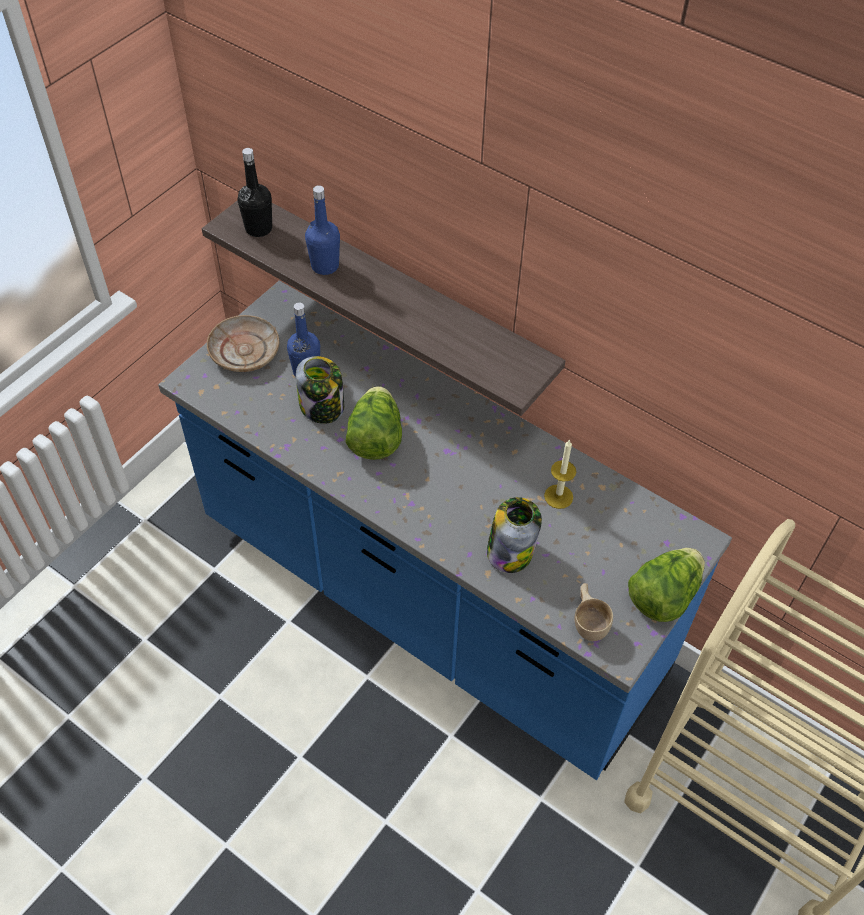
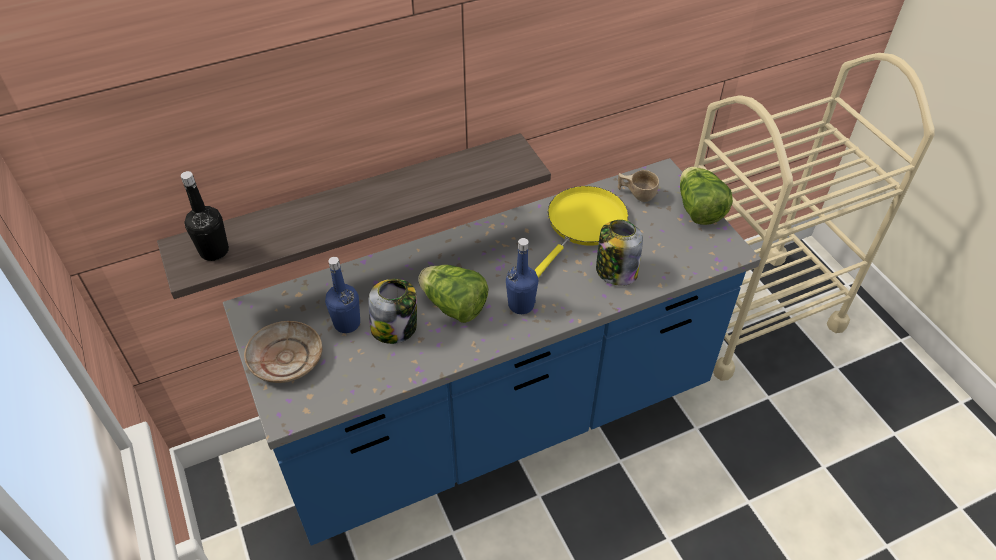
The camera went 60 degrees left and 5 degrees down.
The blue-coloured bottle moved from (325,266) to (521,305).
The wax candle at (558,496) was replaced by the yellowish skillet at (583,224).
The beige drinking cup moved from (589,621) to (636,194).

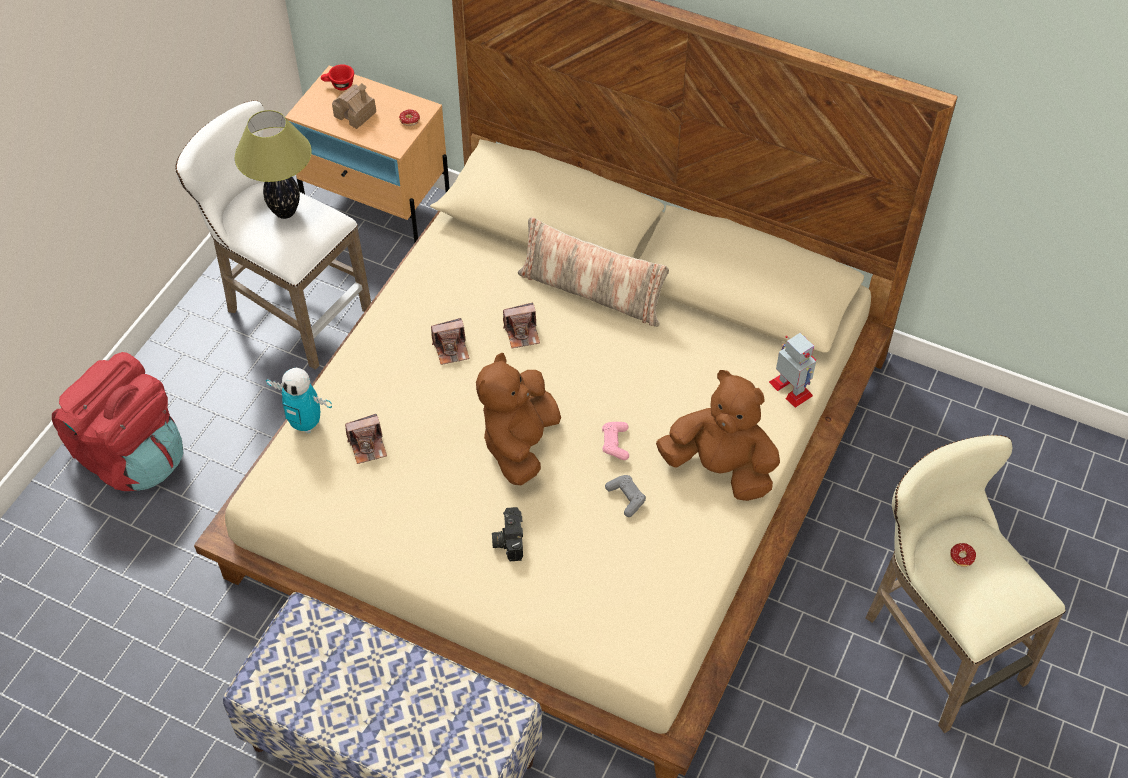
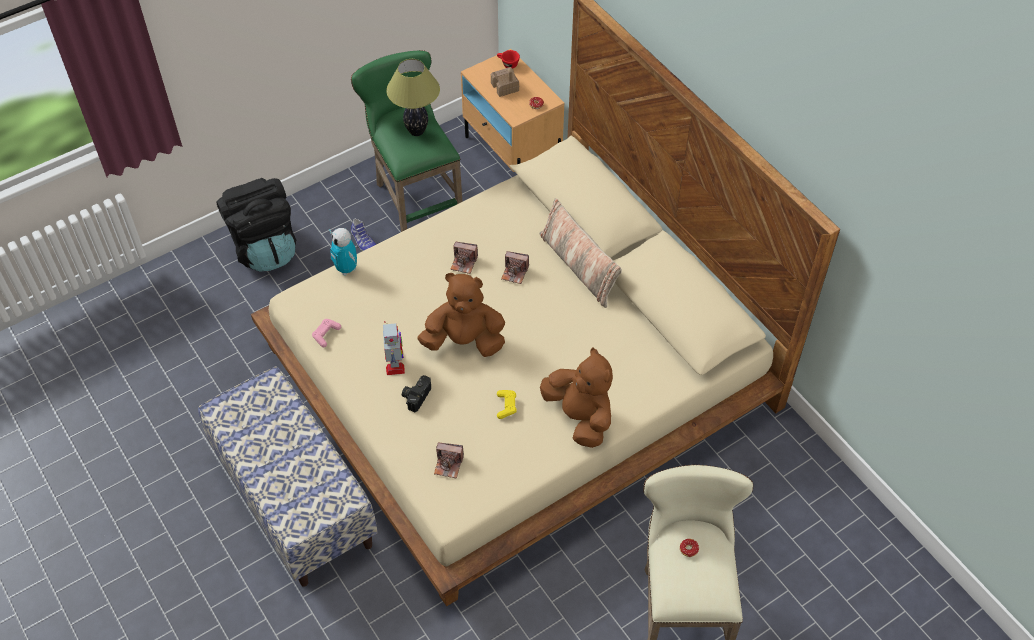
The camera went 30 degrees right and 0 degrees up.
The whitish sitting stool at (291,310) became the greenish sitting stool at (415,200).
The robot figure moved from (791,389) to (395,362).
The red backpack at (131,456) became the black backpack at (265,247).
The brown plush toy at (520,444) turned 45 degrees clockwise.
The still camera moved from (368,446) to (448,465).
The pink game controller moved from (615,443) to (326,334).
The grey game controller at (626,498) became the yellowish game controller at (506,406).
The shoe at (363,243) appeared.

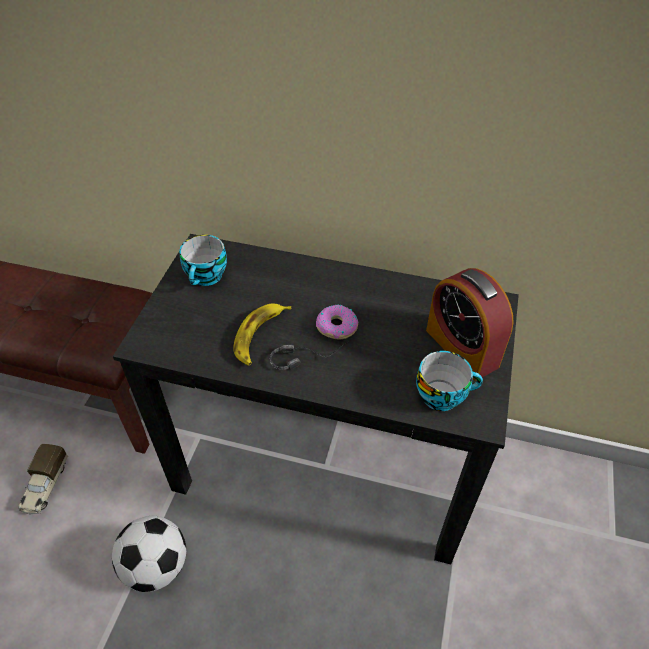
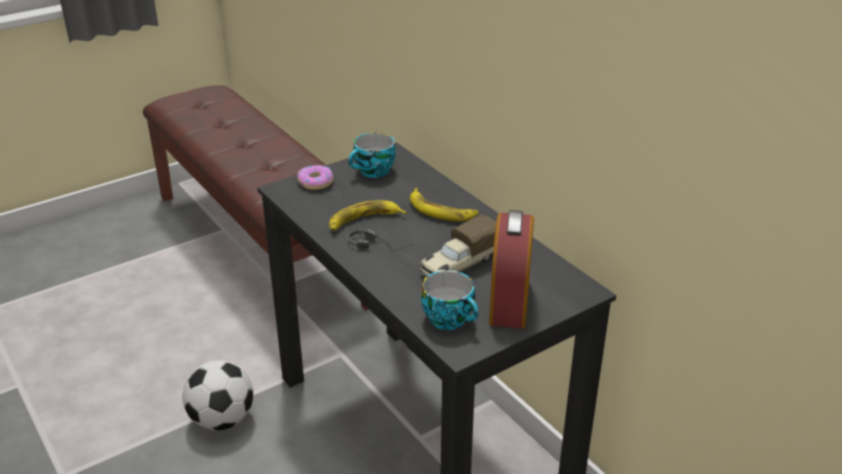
The camera went 40 degrees right and 15 degrees down.
The doughnut moved from (336,326) to (315,182).
The toy lorry moved from (45,486) to (458,265).
The banana at (441,210) appeared.

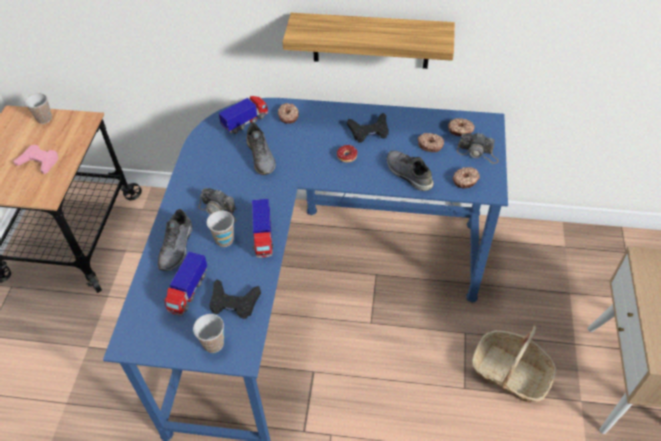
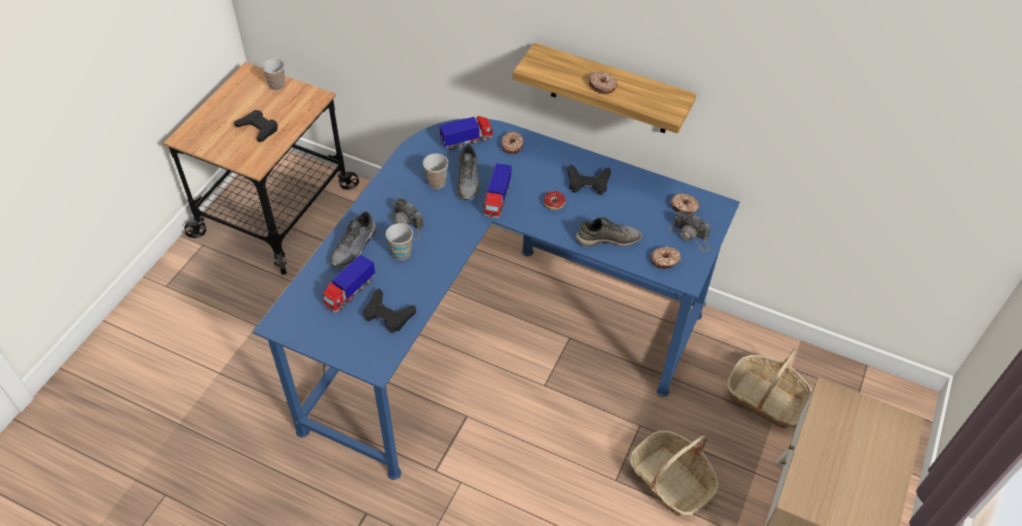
The camera went 15 degrees right and 0 degrees up.
The doughnut moved from (430,145) to (602,86).
The pink game controller at (39,162) became the black game controller at (258,128).
The grey shoe at (408,174) turned 105 degrees clockwise.
The toy lorry moved from (263,237) to (497,200).
The drinking cup moved from (213,344) to (436,183).
The storage basket at (766,399) appeared.

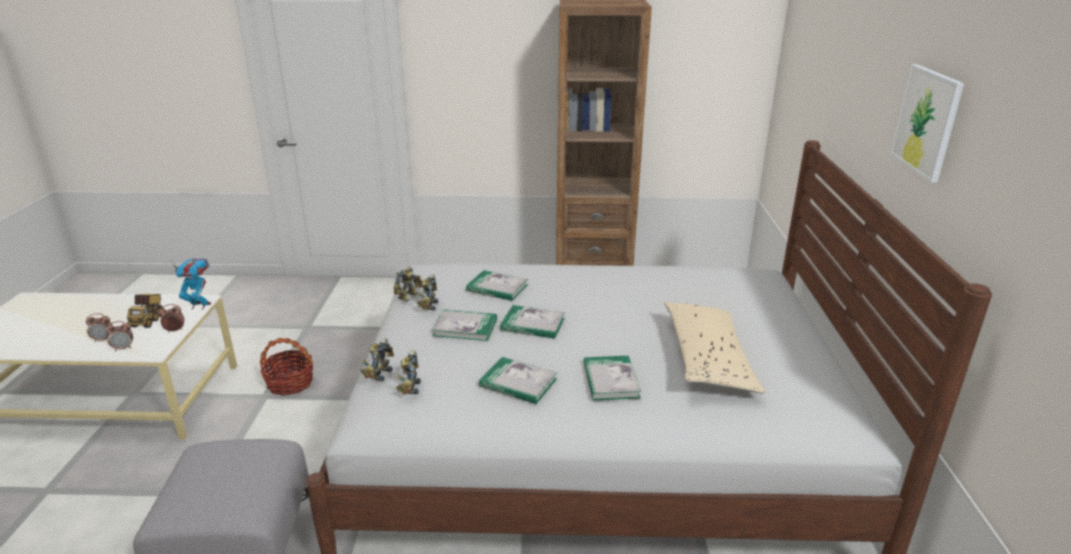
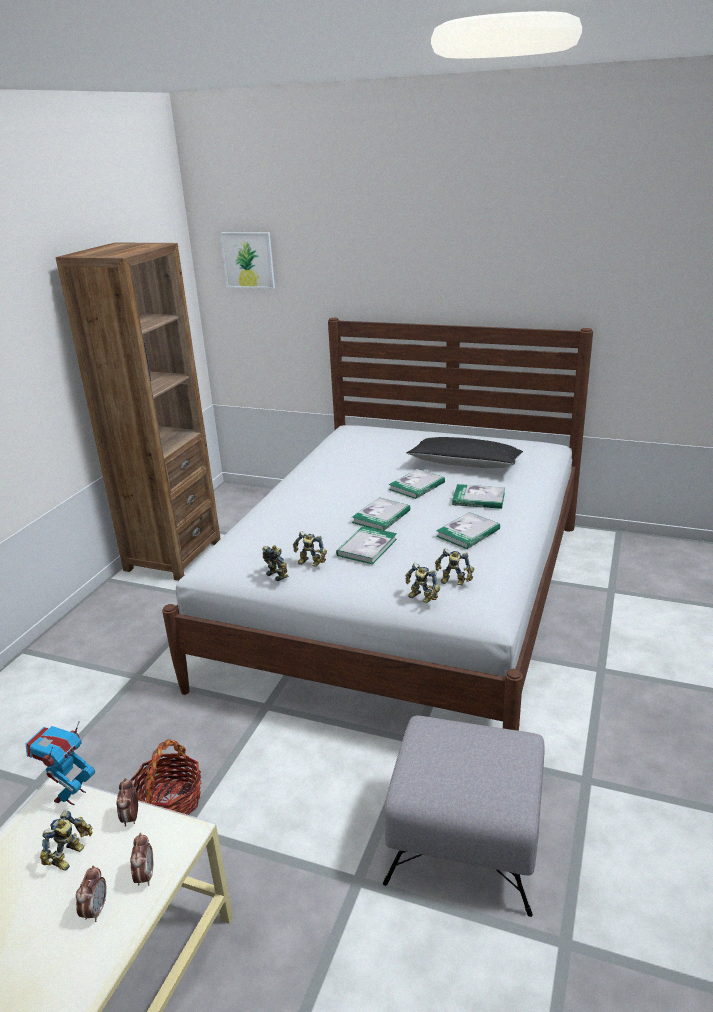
The camera went 70 degrees left and 0 degrees up.
The wall picture moved from (926,121) to (248,260).
The volume moved from (497,288) to (417,486).
The toy lorry at (149,320) was replaced by the robot figure at (71,855).
The beige pillow at (708,359) became the black pillow at (465,464).

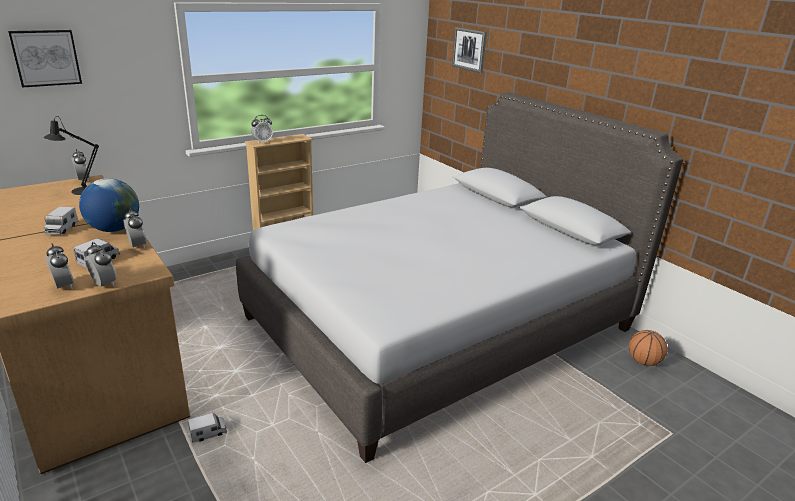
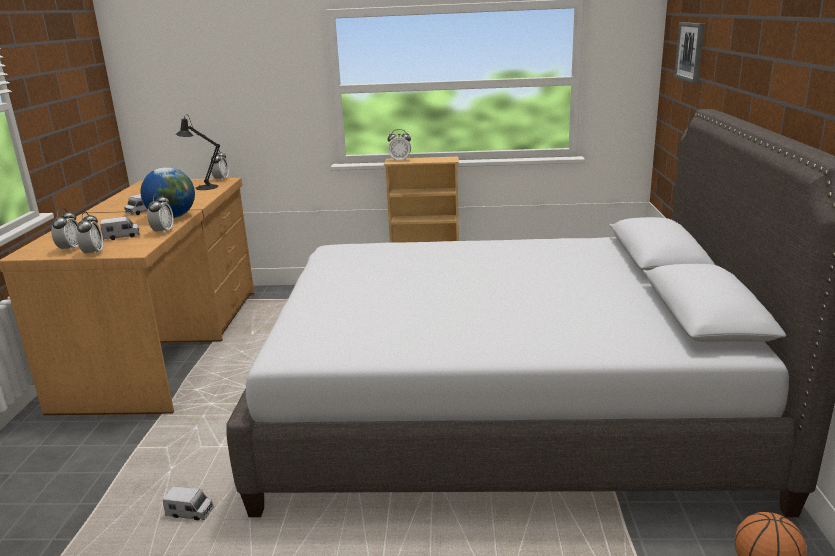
The camera went 40 degrees right and 5 degrees down.
The wall picture at (46,58) disappeared.
The toy lorry moved from (208,433) to (190,512).

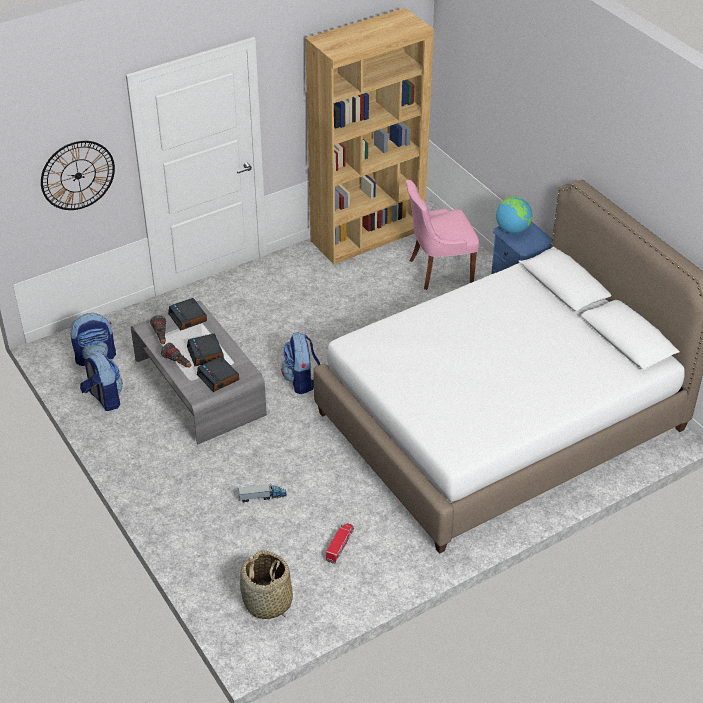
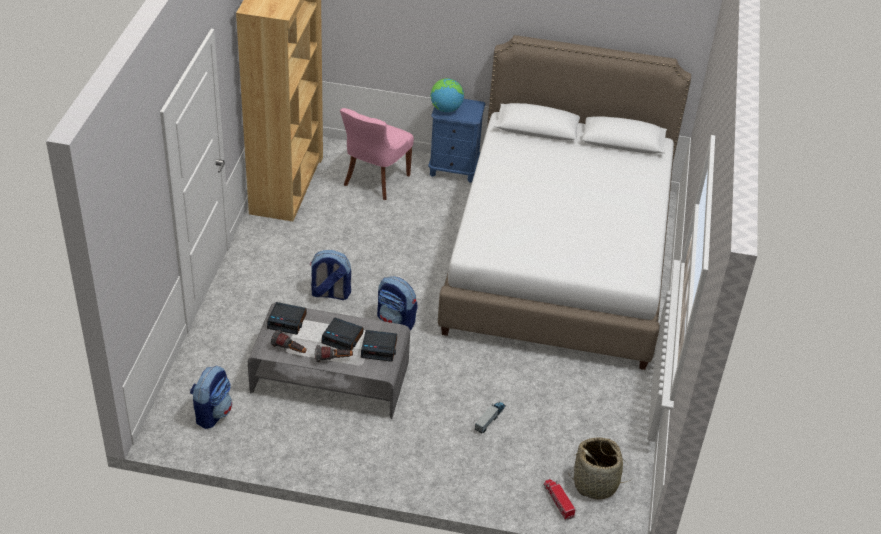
The camera went 50 degrees left and 0 degrees up.
The hanging clock at (78,175) disappeared.
The backpack moved from (104,398) to (330,294).
The toy lorry moved from (340,545) to (558,501).

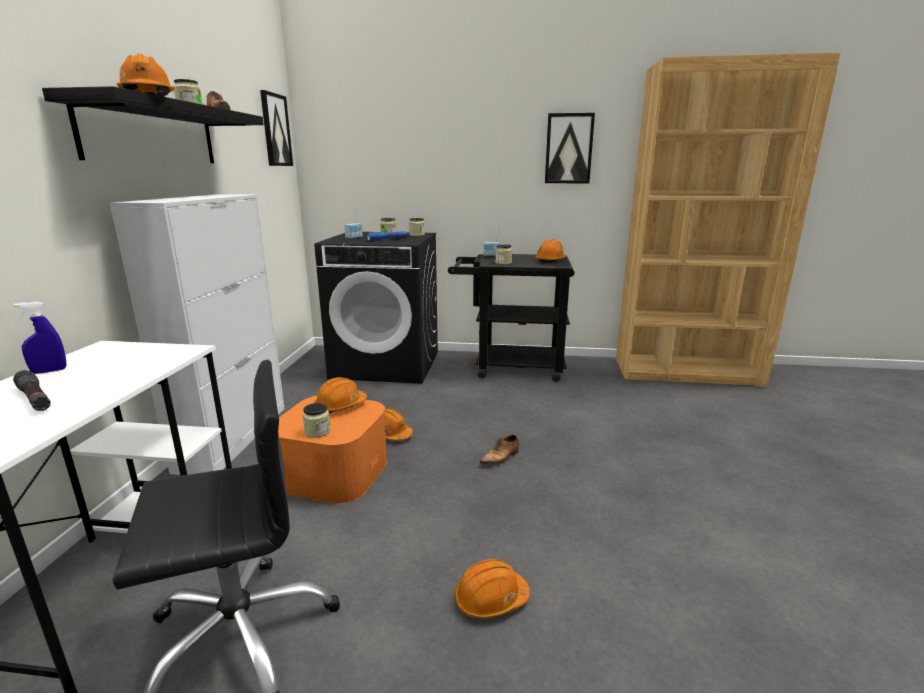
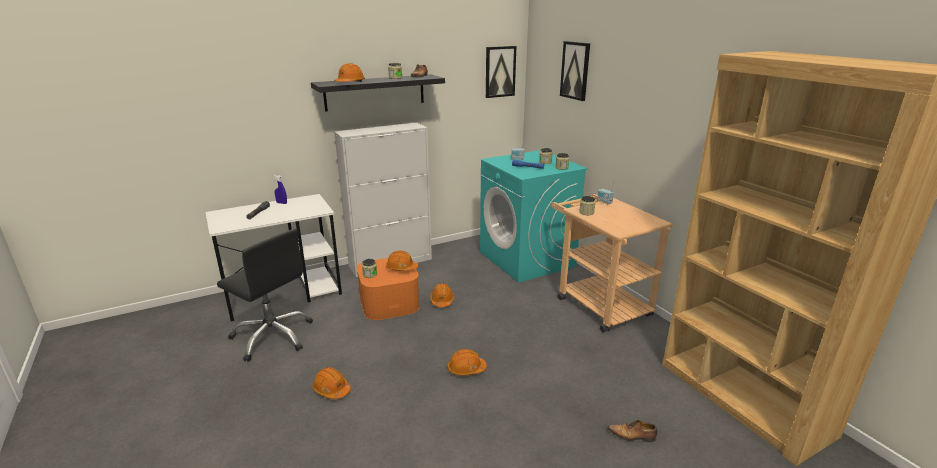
The camera went 55 degrees right and 5 degrees up.
The wall picture moved from (568,149) to (575,70).
The black laundry machine at (387,364) became the blue-green laundry machine at (527,259).
The orange safety helmet moved from (550,261) to (466,369).
The black trolley at (510,366) became the beige trolley at (598,303).
The shoe moved from (500,458) to (632,436).

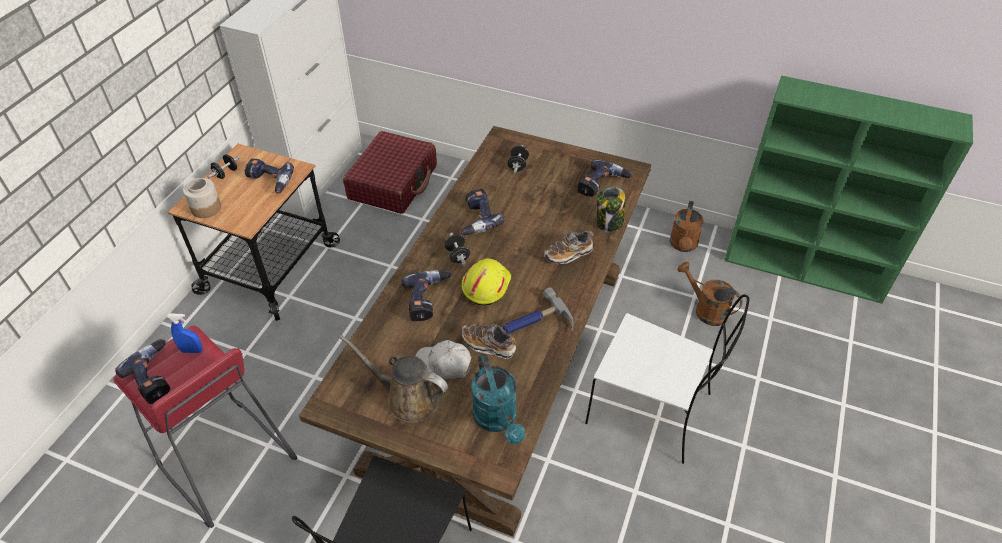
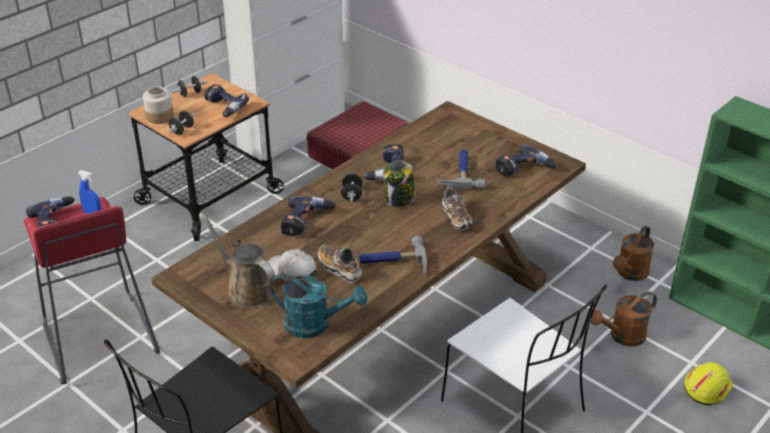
The camera went 20 degrees right and 10 degrees down.
The black dumbbell moved from (518,166) to (182,130).
The preserve jar moved from (609,222) to (399,199).
The shoe at (568,254) turned 105 degrees counterclockwise.
The yellowish safety helmet moved from (485,285) to (706,387).
The brown sprinkling can at (705,310) turned 90 degrees counterclockwise.
The blue-green sprinkling can at (498,420) turned 75 degrees counterclockwise.
The hand hammer at (460,172) appeared.

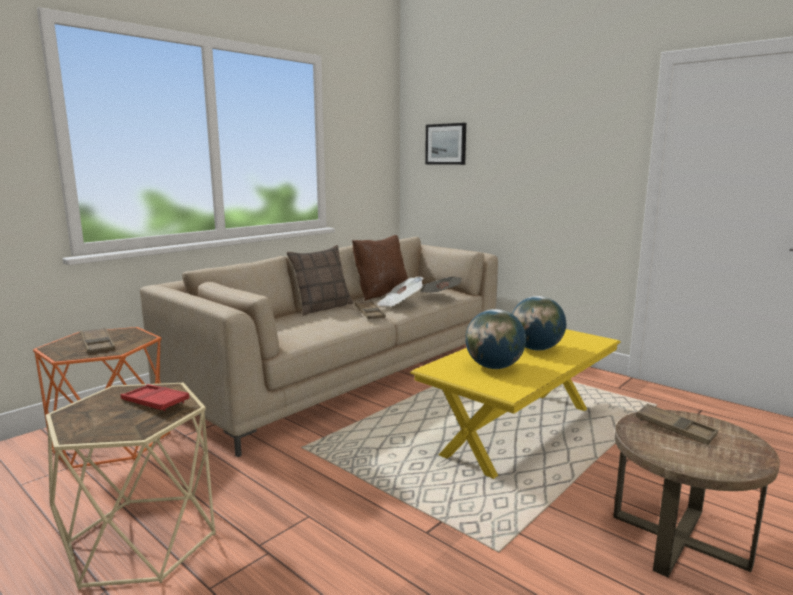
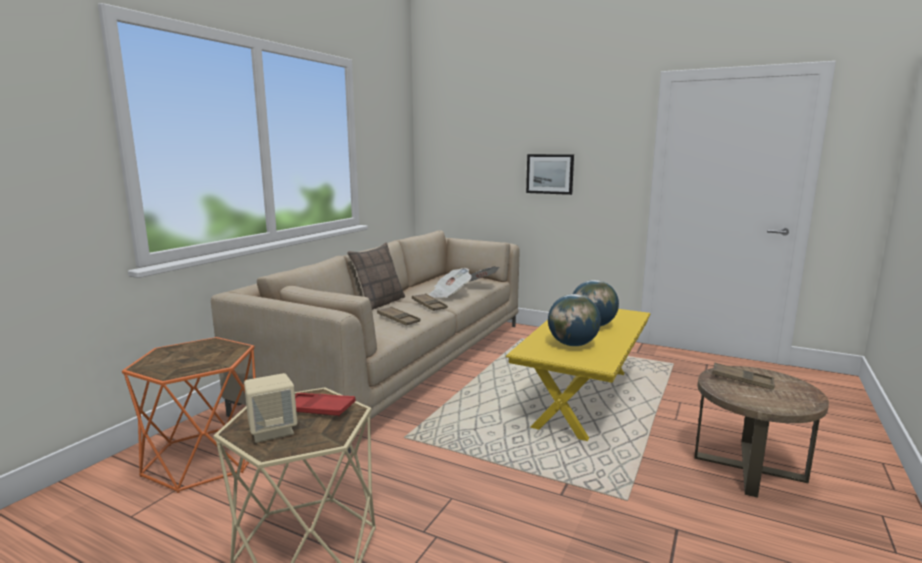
The camera went 15 degrees left and 0 degrees up.
The wall picture moved from (446,144) to (550,174).
The brown pillow at (381,294) disappeared.
The brown serving tray moved from (97,344) to (398,319).
The beige speaker at (273,431) appeared.

